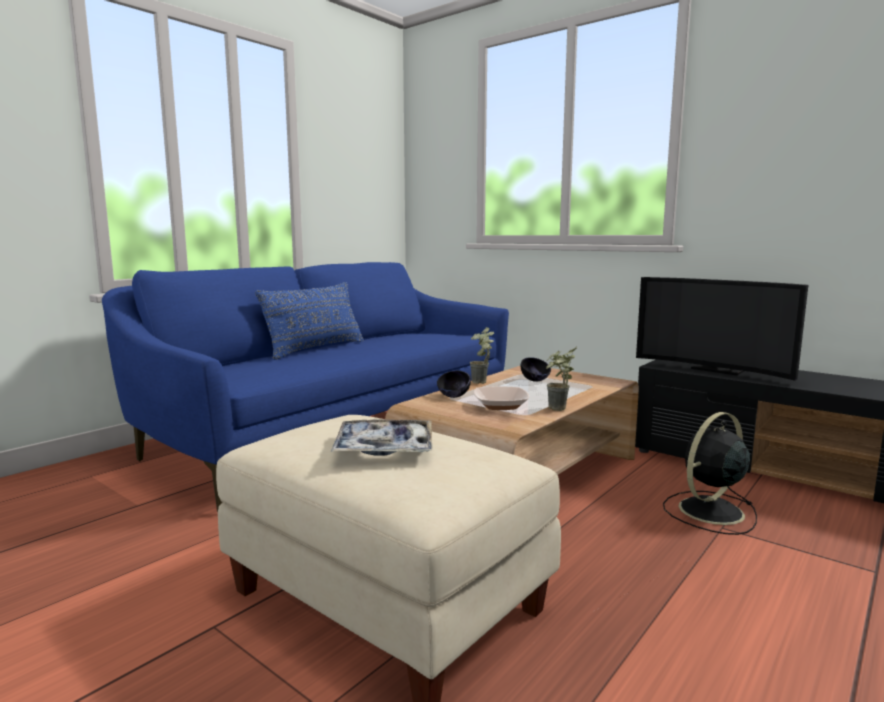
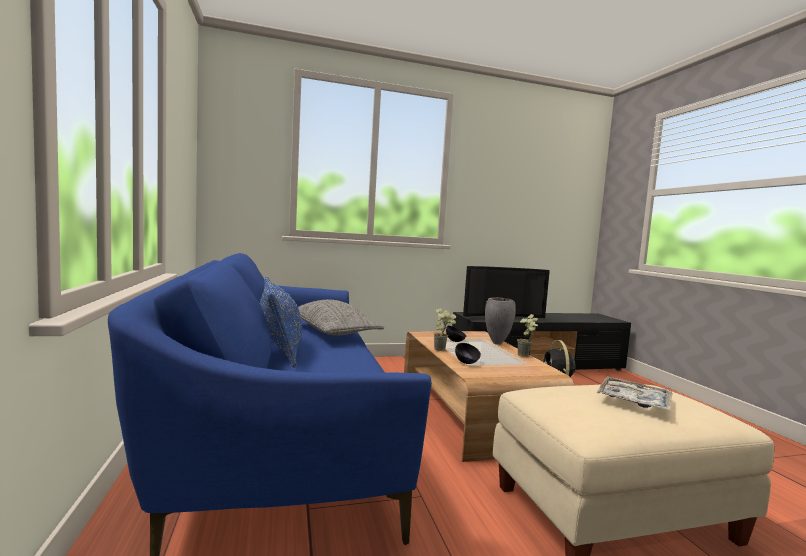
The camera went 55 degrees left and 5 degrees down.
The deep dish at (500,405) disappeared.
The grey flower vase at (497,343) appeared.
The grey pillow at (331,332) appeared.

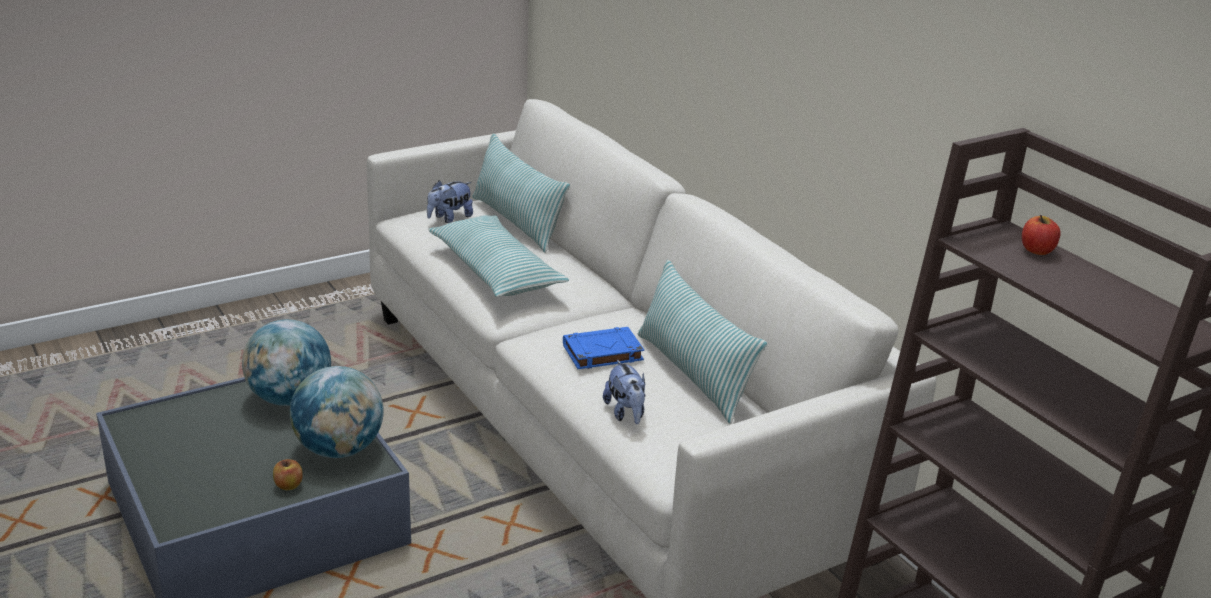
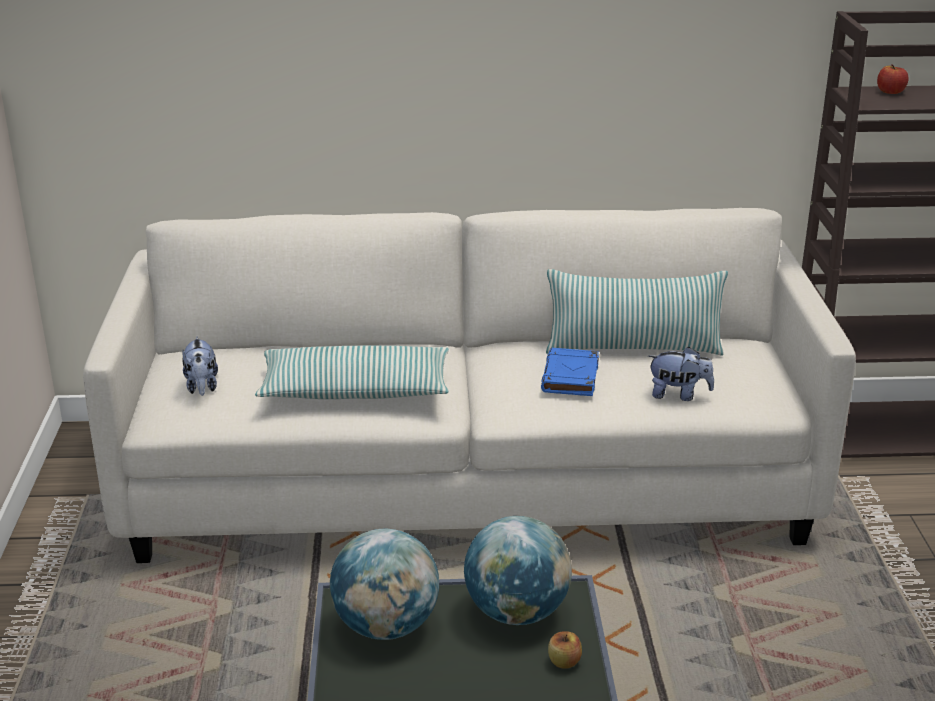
The camera went 60 degrees left and 0 degrees up.
The pillow at (517,222) disappeared.

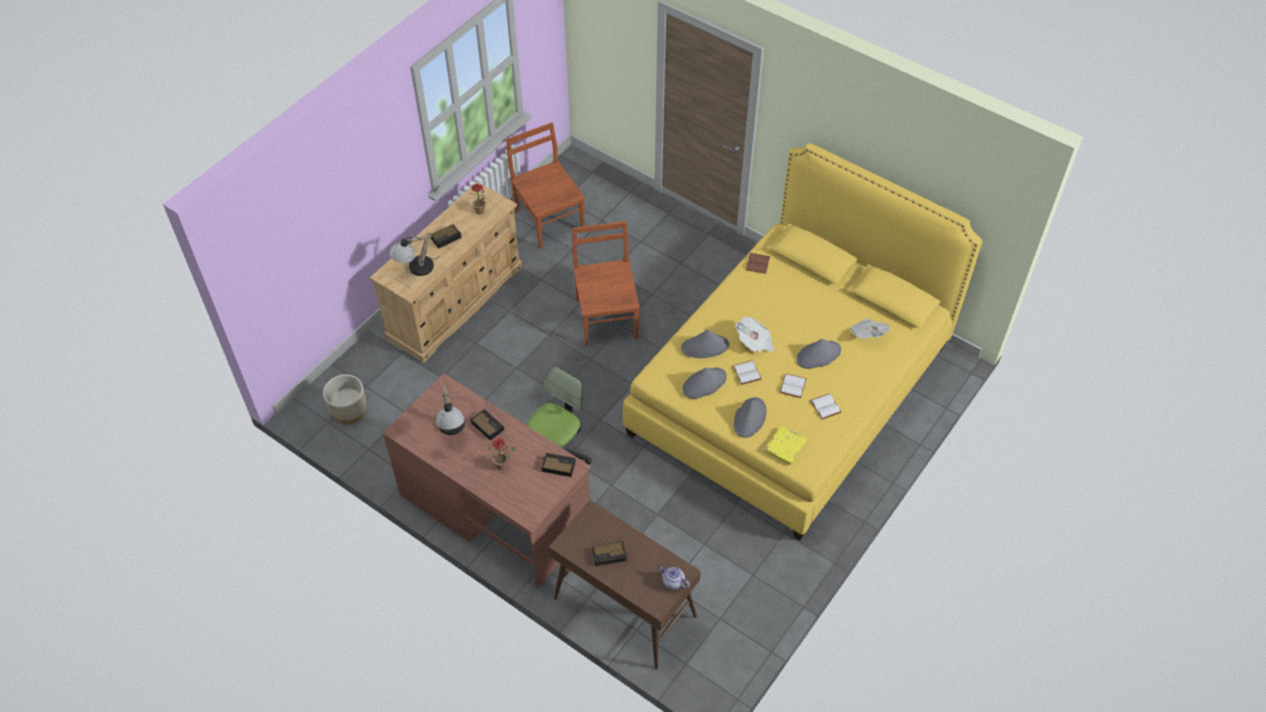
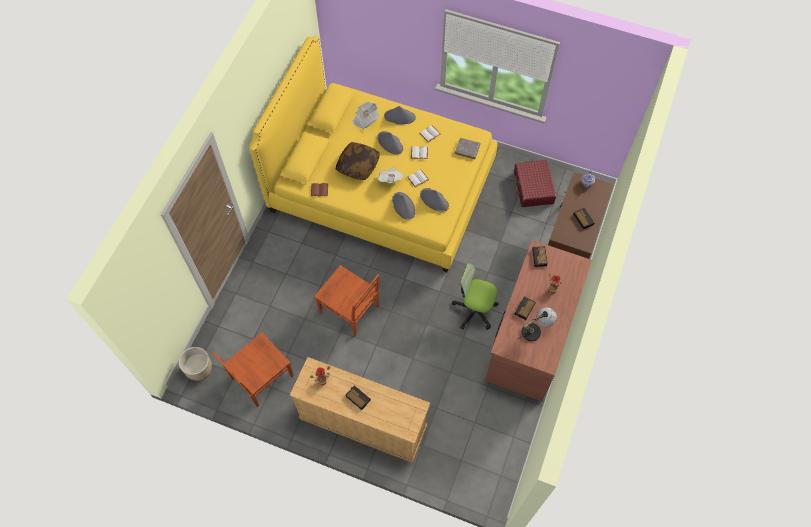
The camera went 105 degrees left and 10 degrees up.
The brown plain chair at (606,317) turned 120 degrees counterclockwise.
The lamp for a table at (415,270) disappeared.
The beige plant pot moved from (349,412) to (199,370).
The grey clothing hat moved from (749,417) to (399,117).
The yellowish volume at (785,447) became the grey volume at (467,149).
The pillow at (358,165) appeared.
The red travel case at (533,188) appeared.

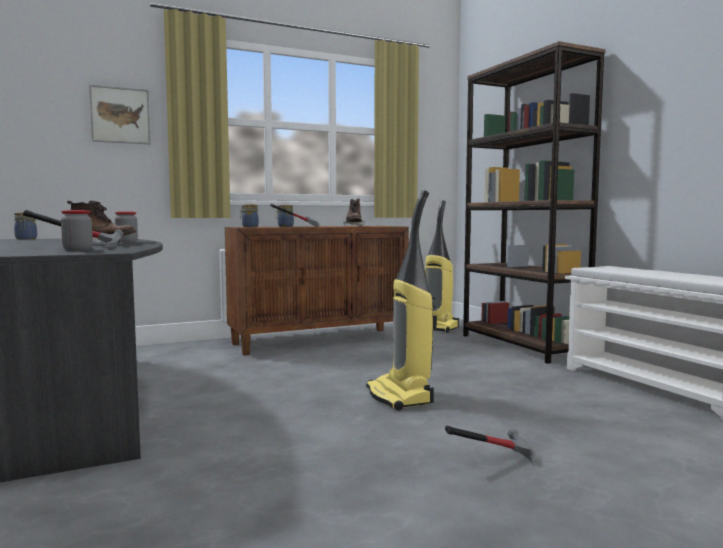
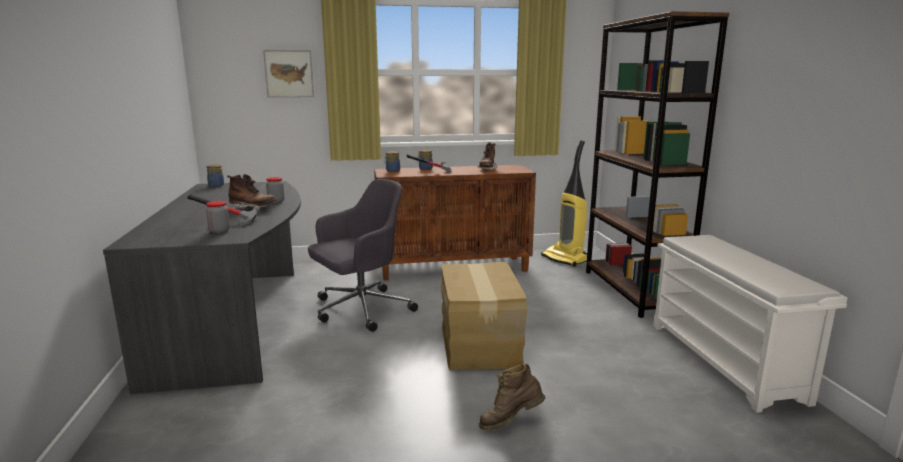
The camera went 15 degrees right and 10 degrees up.
The hoover at (400,396) was replaced by the carton at (481,343).
The hand hammer at (493,459) was replaced by the brown high-top boot at (510,422).
The grey office chair at (360,309) appeared.

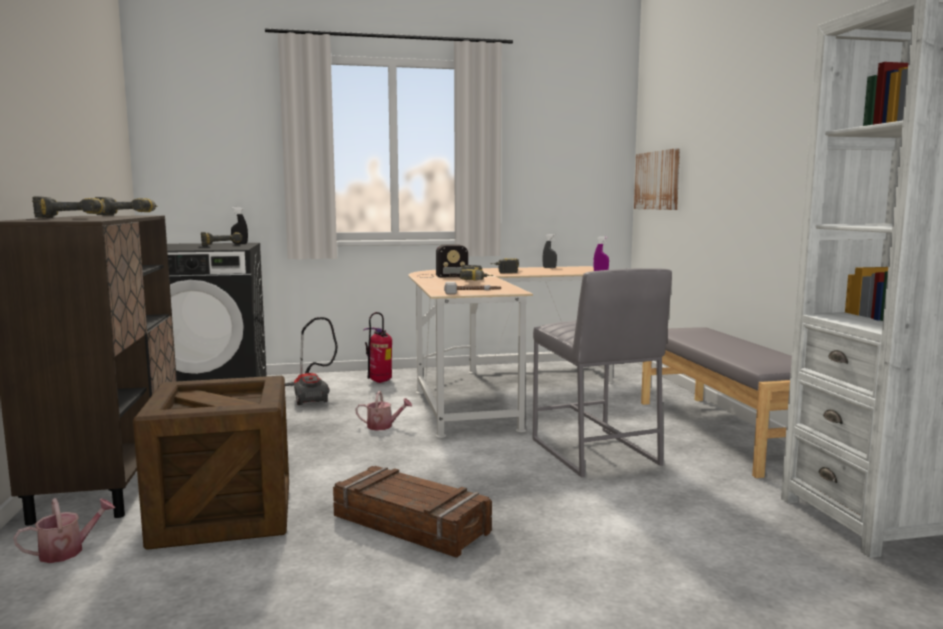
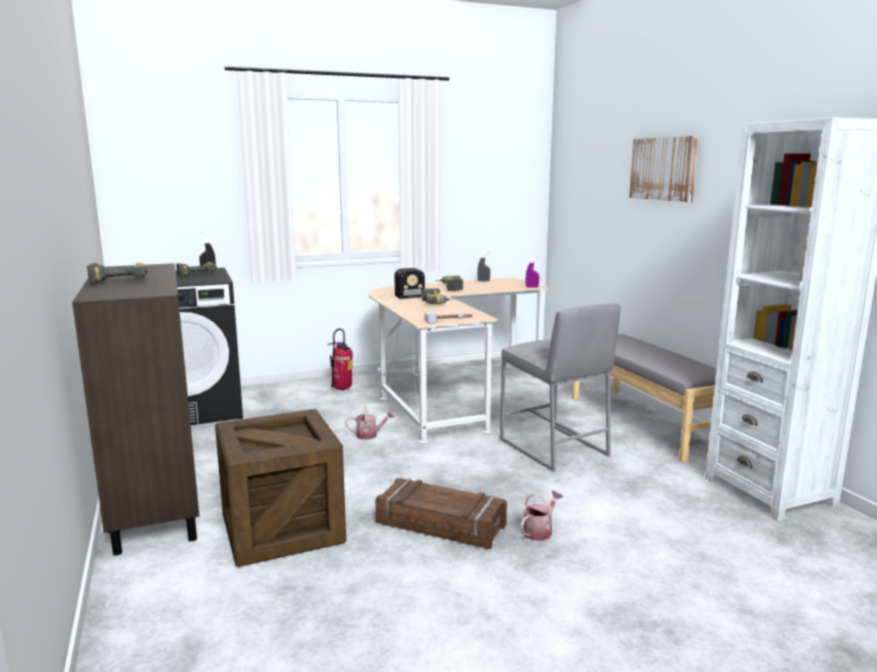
The camera went 10 degrees left and 5 degrees up.
The wall picture moved from (657,180) to (663,169).
The electric drill at (130,215) disappeared.
The hoover at (311,396) disappeared.
The sprinkling can moved from (68,551) to (540,531).

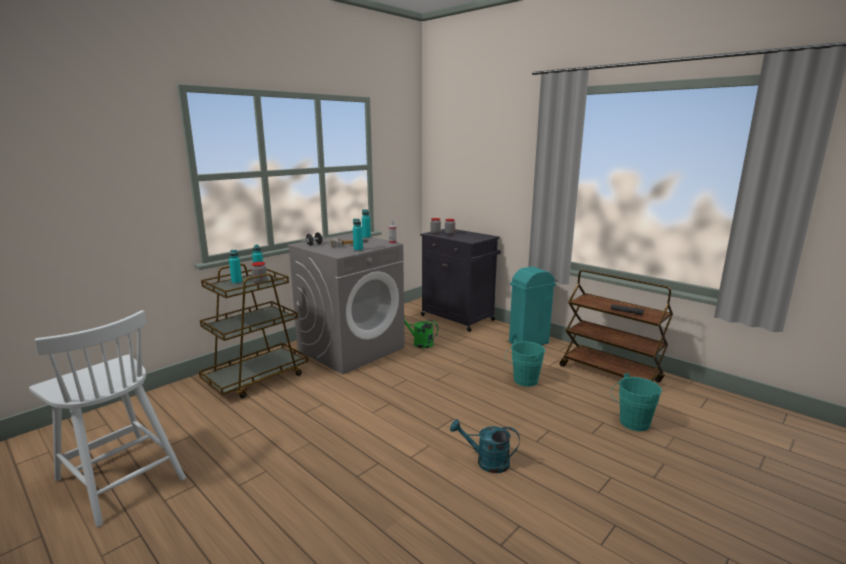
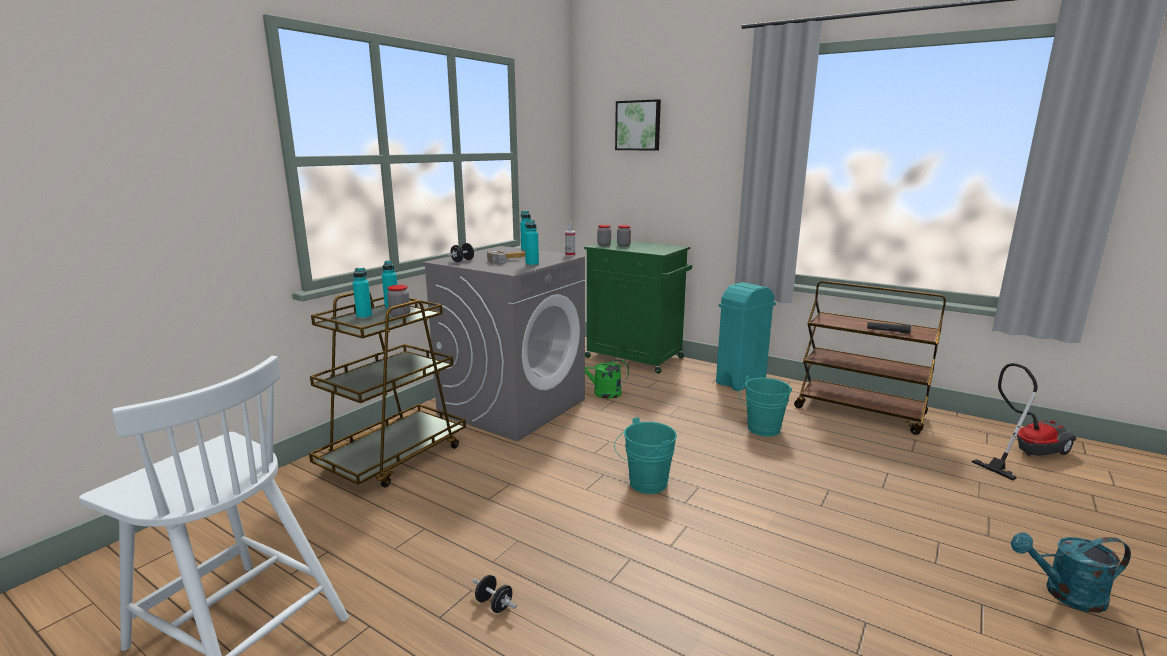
The camera went 10 degrees left and 0 degrees up.
The black storage cabinet at (458,318) became the greenish storage cabinet at (636,358).
The blue-green water bucket moved from (631,423) to (644,484).
The blue-green sprinkling can moved from (486,462) to (1065,594).
The wall picture at (638,125) appeared.
The hoover at (1024,453) appeared.
The black dumbbell at (494,604) appeared.

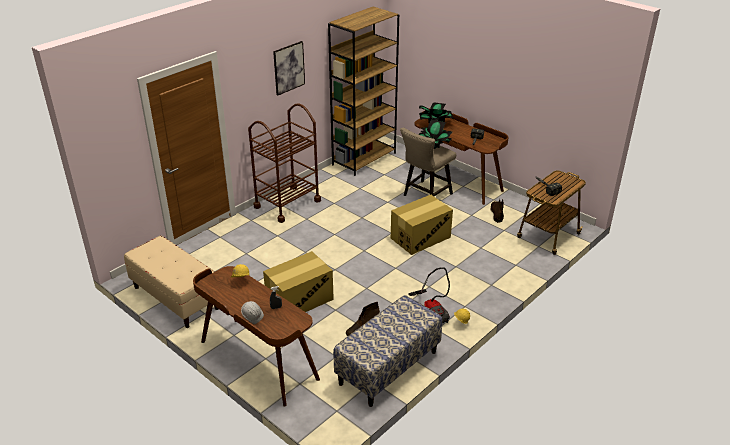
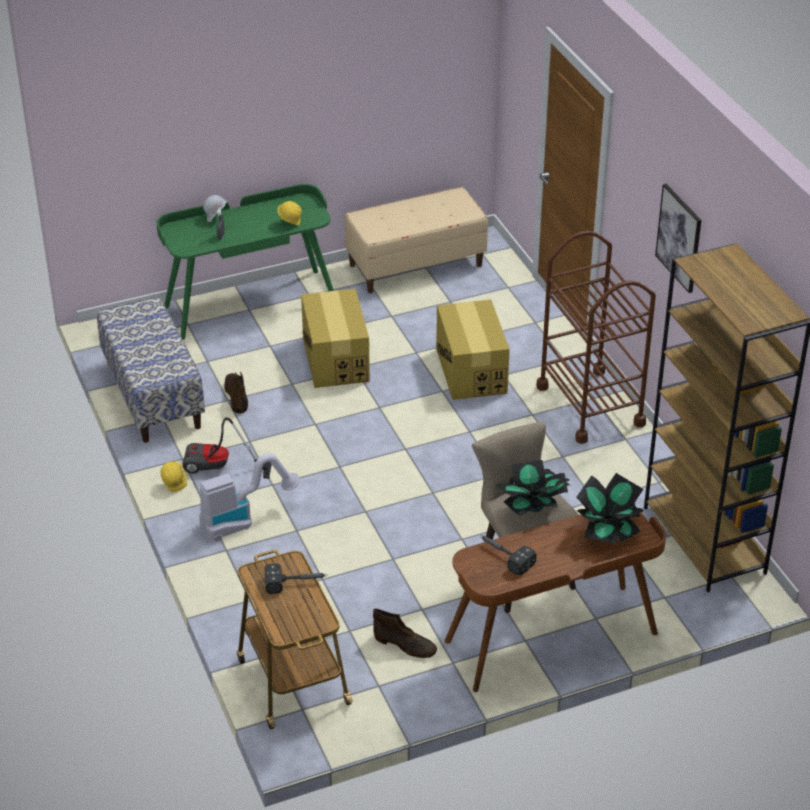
The camera went 115 degrees right and 5 degrees up.
The carton moved from (420,237) to (471,371).
The brown desk at (257,360) became the greenish desk at (250,303).
The hoover at (243,520) appeared.

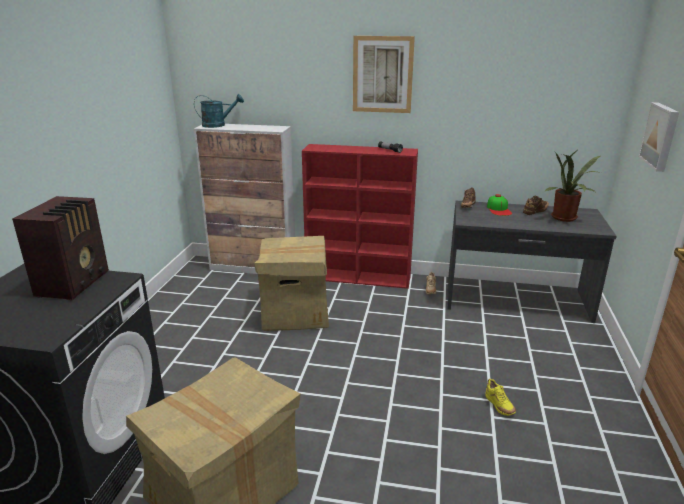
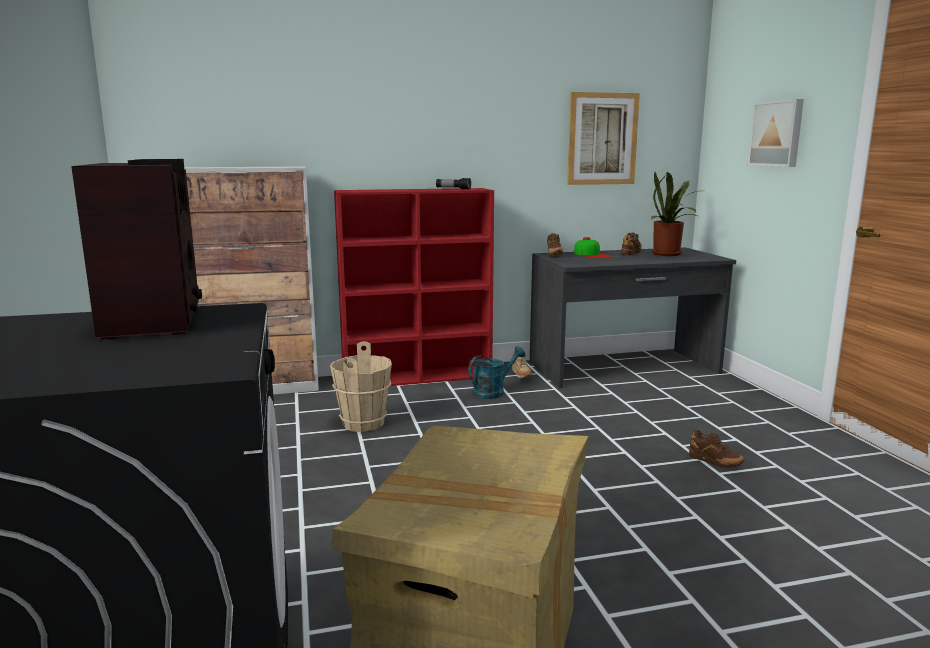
The camera went 25 degrees left and 10 degrees down.
The wall picture moved from (382,74) to (602,139).
The blue-green sprinkling can moved from (218,125) to (493,392).
The carton at (294,311) was replaced by the beige water bucket at (364,423).
The yellowish shoe at (499,406) became the brown shoe at (715,462).

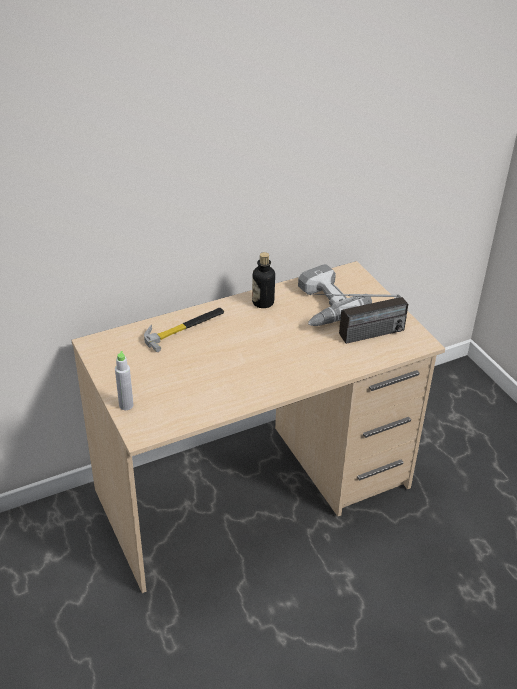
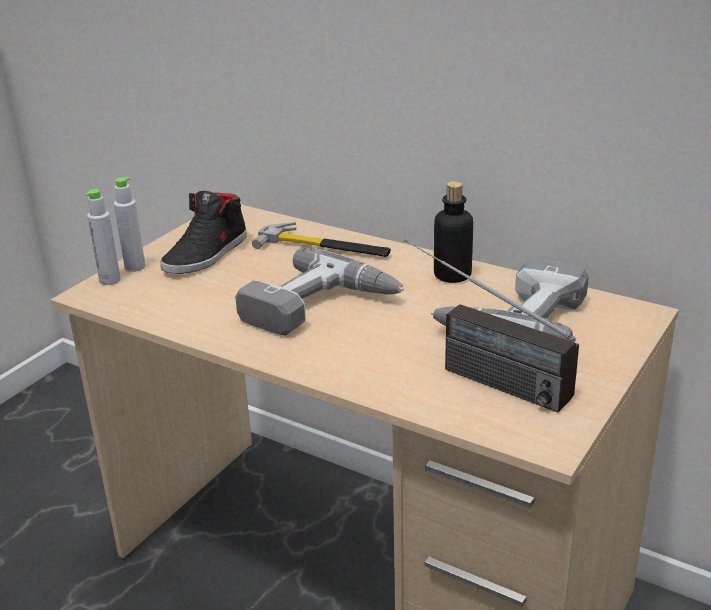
The camera went 60 degrees right and 10 degrees down.
The grey bottle at (110,280) appeared.
The black shoe at (207,254) appeared.
The electric drill at (321,308) appeared.

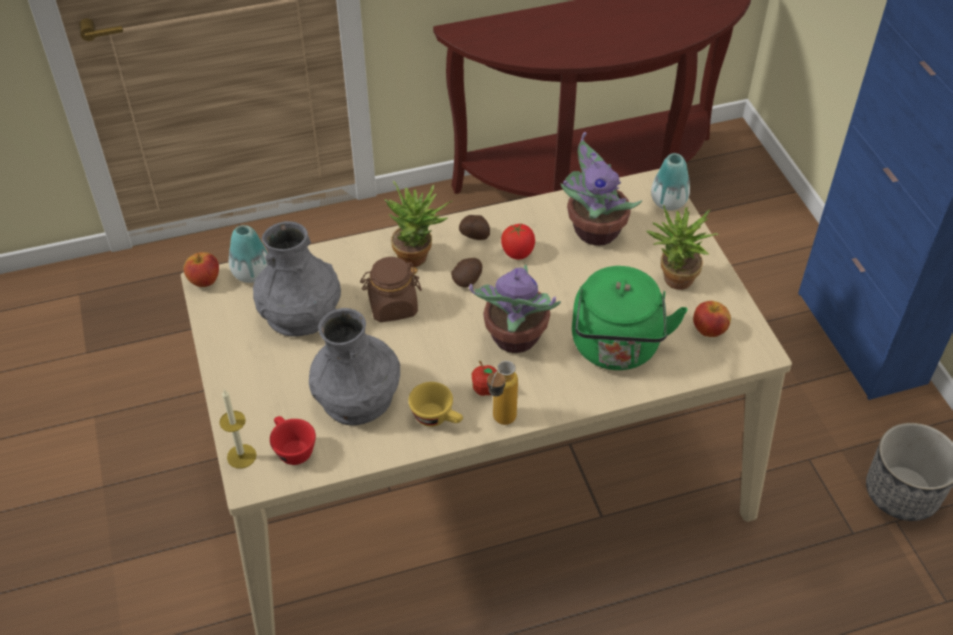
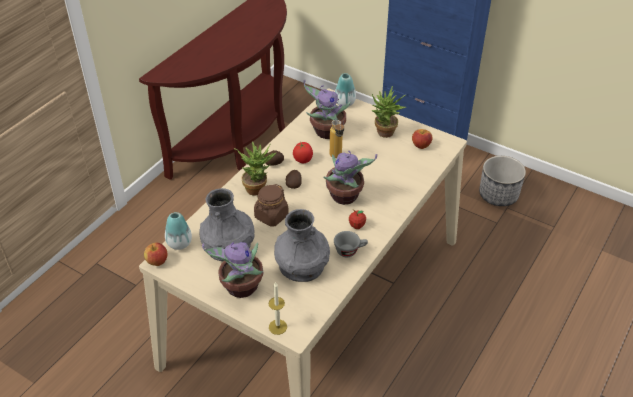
The camera went 40 degrees left and 5 degrees down.
The greenish kettle at (616,349) disappeared.
The bottle moved from (500,423) to (337,158).
The yellowish drinking cup at (437,418) became the grey drinking cup at (350,250).
The red drinking cup at (291,449) disappeared.
The houseplant at (240,288) appeared.

